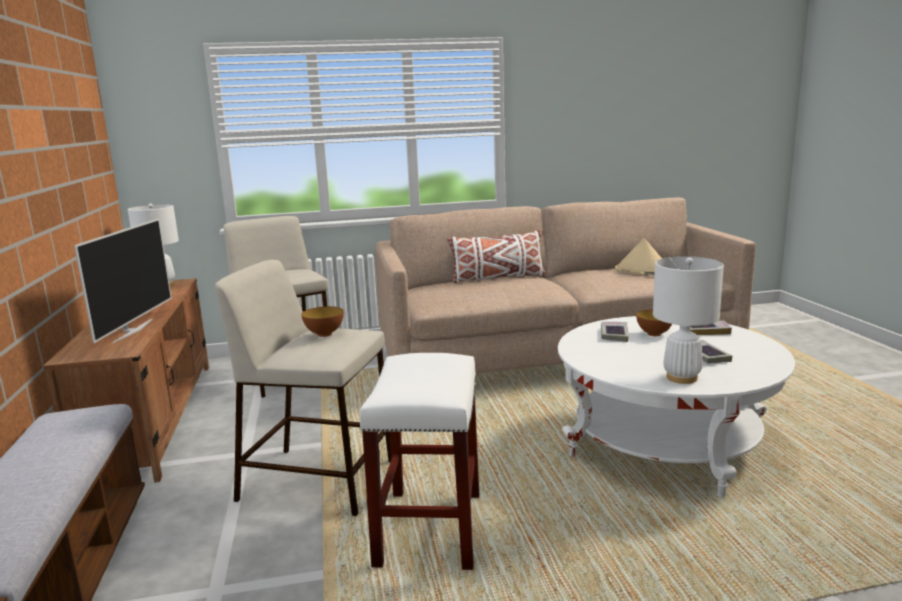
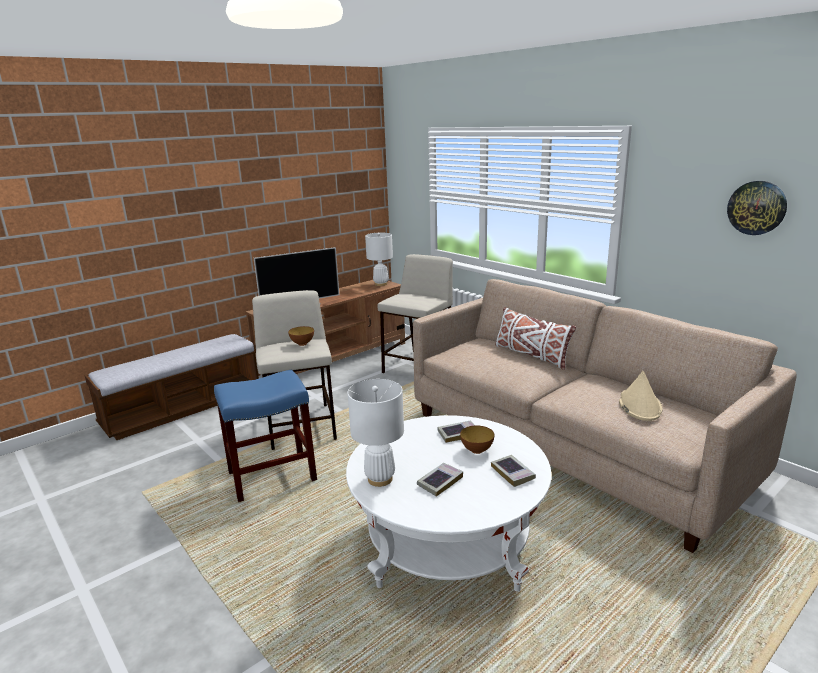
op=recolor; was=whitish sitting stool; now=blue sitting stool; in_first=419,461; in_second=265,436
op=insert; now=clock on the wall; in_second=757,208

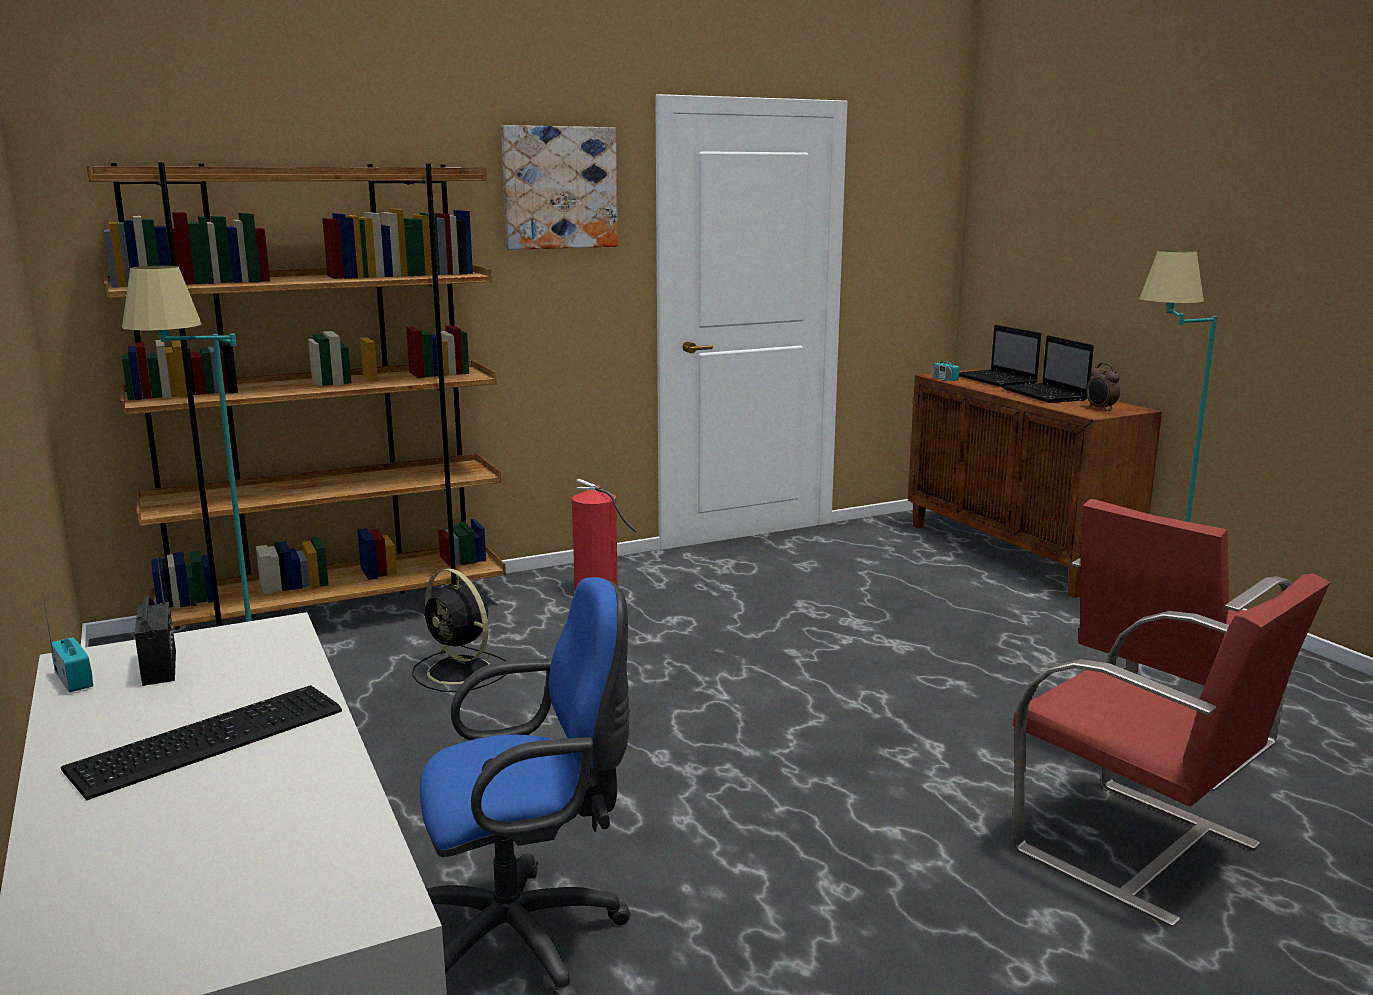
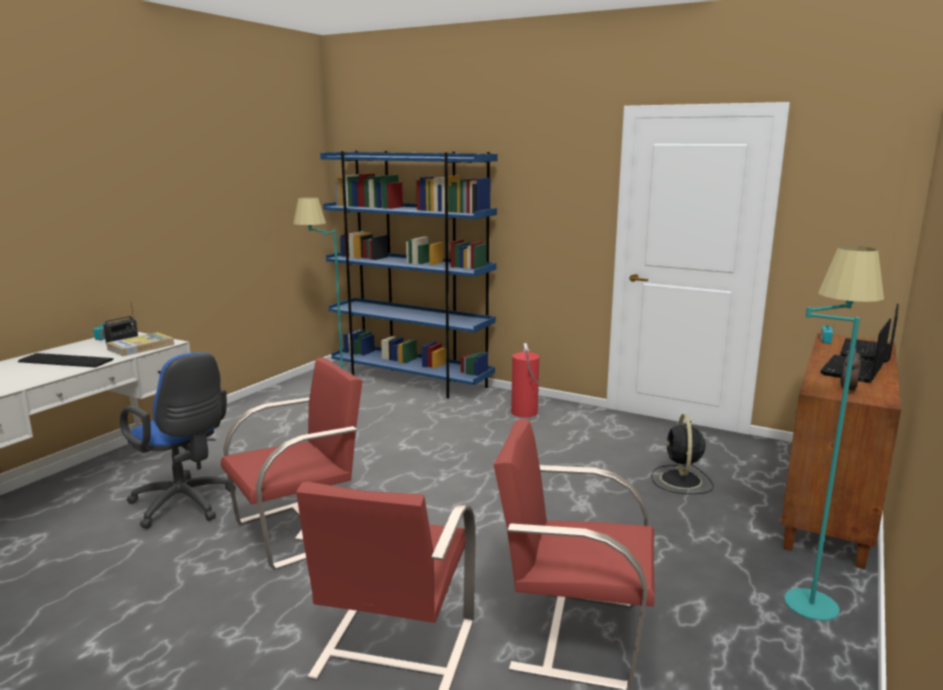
op=recolor; was=brownish shelving unit; now=blue shelving unit; in_first=296,395; in_second=409,275
op=move; was=black fan; in_first=459,630; in_second=682,454
op=delete; was=picture; in_first=559,187
op=insert; now=book; in_second=140,344
op=insert; now=red-coloured upright chair; in_second=292,464

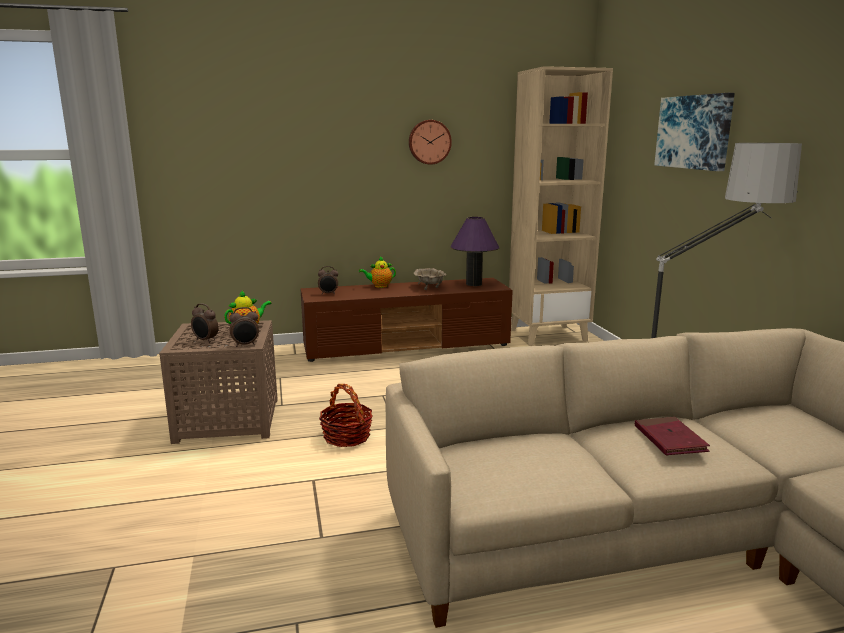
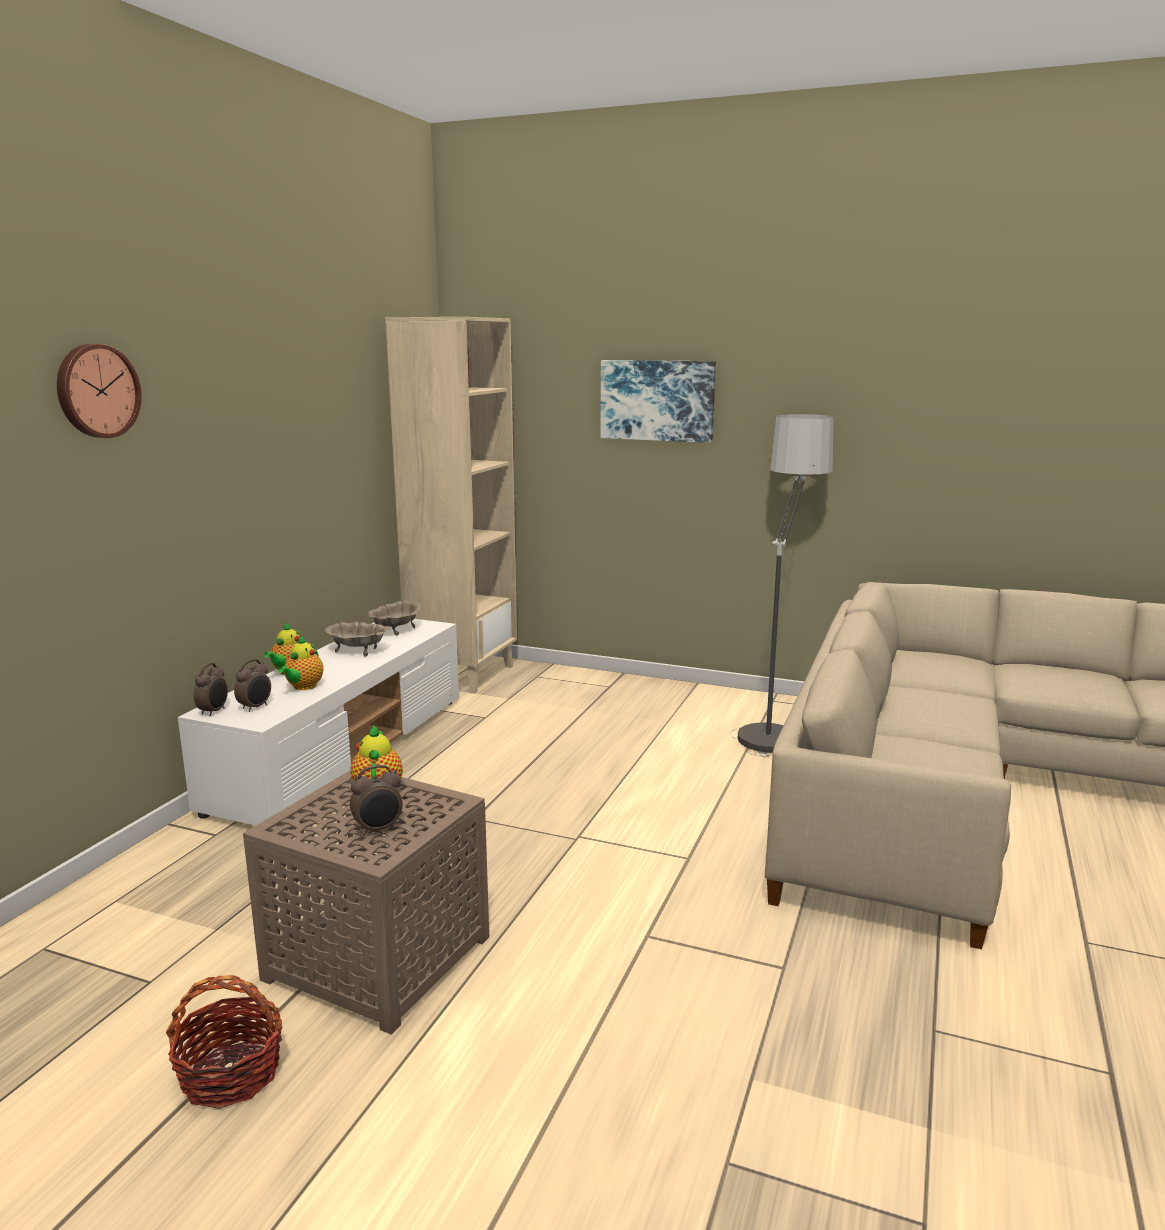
op=move; was=alarm clock; in_first=244,327; in_second=211,689
op=recolor; was=brownish tv unit; now=whitish tv unit; in_first=406,320; in_second=318,722
op=move; was=basket; in_first=346,415; in_second=224,1042
op=move; was=clock on the wall; in_first=430,142; in_second=99,391
op=replace; was=purple tabletop lamp; now=beige-coloured serving bowl; in_first=475,251; in_second=394,618
op=delete; was=red-coloured book; in_first=672,436
op=insert; now=teapot; in_second=300,663

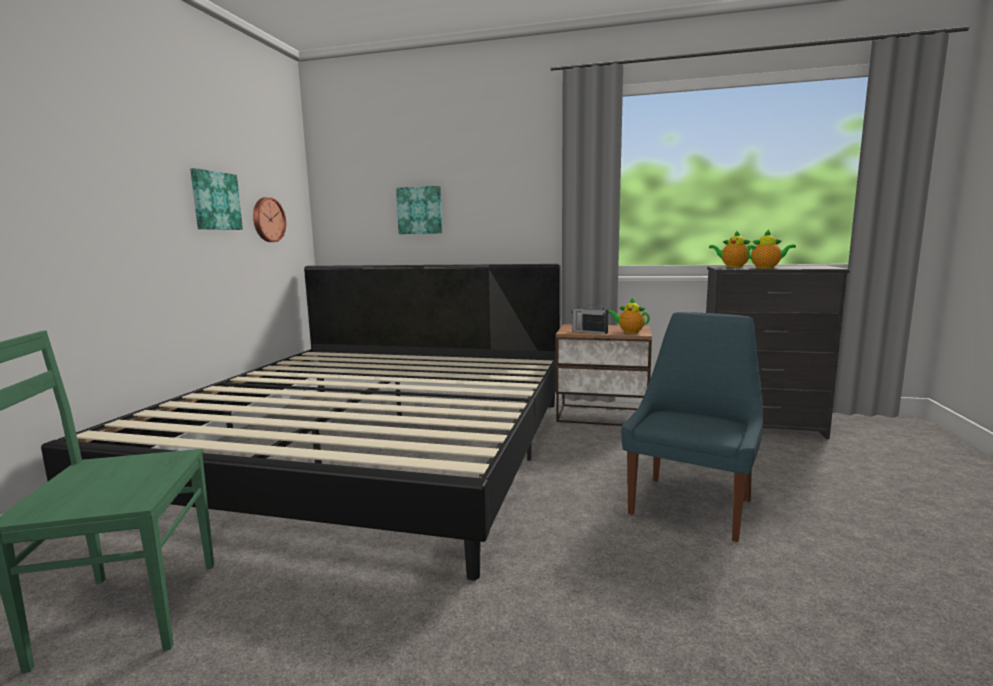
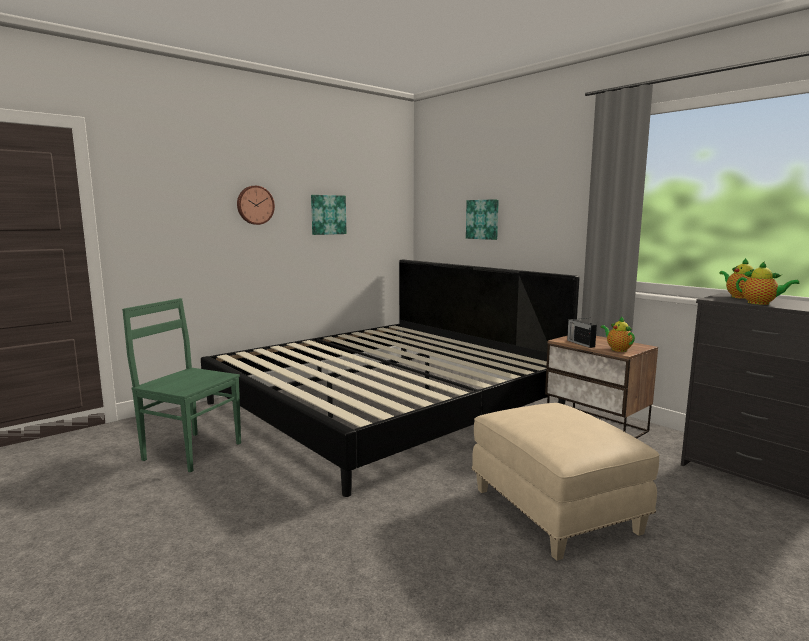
op=move; was=clock on the wall; in_first=269,219; in_second=256,205
op=replace; was=blue upright chair; now=beige-coloured pouffe; in_first=692,427; in_second=566,482

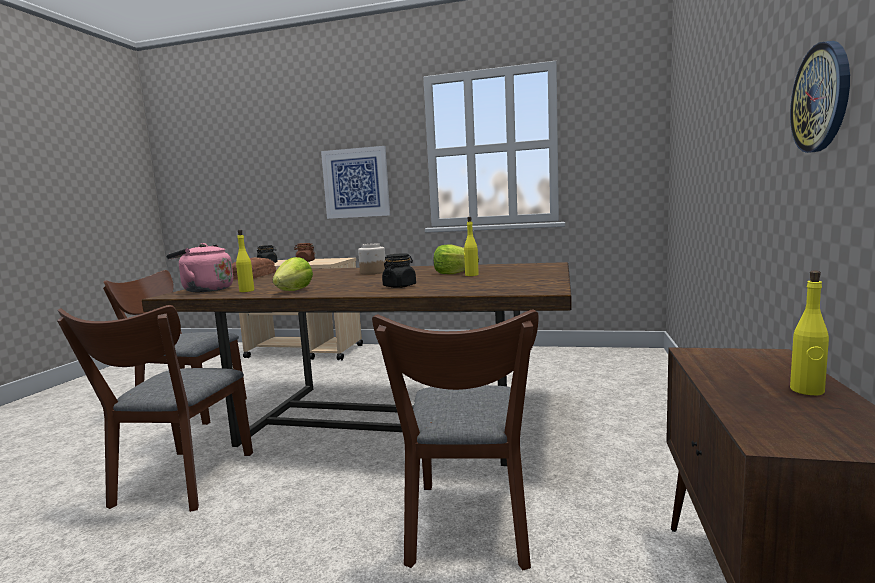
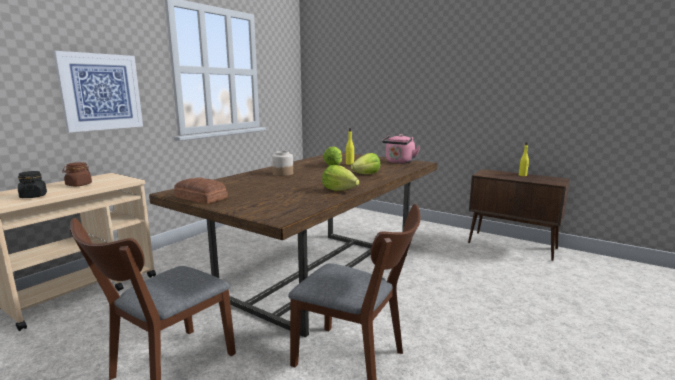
op=move; was=pink tea kettle; in_first=199,267; in_second=401,149
op=delete; was=yellowish bottle; in_first=245,261
op=delete; was=brownish upright chair; in_first=455,440
op=replace; was=black storage jar; now=lettuce head; in_first=399,270; in_second=365,163
op=delete; was=clock on the wall; in_first=820,97

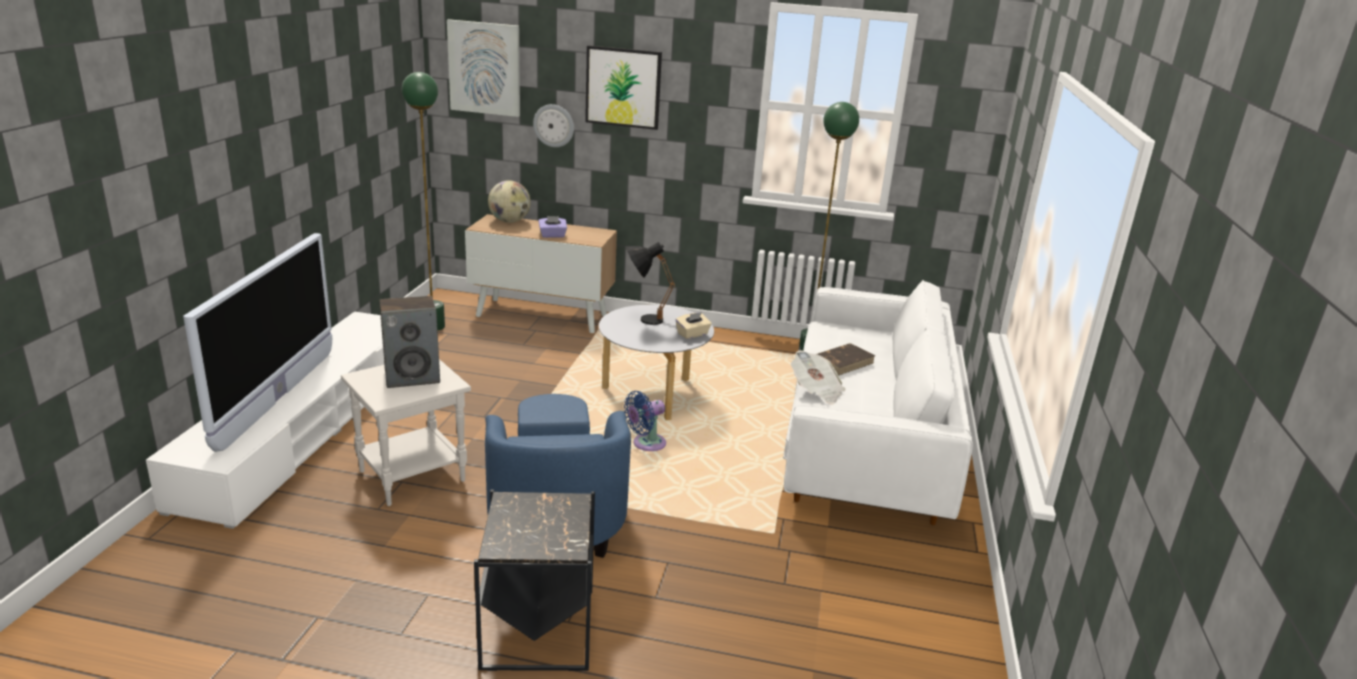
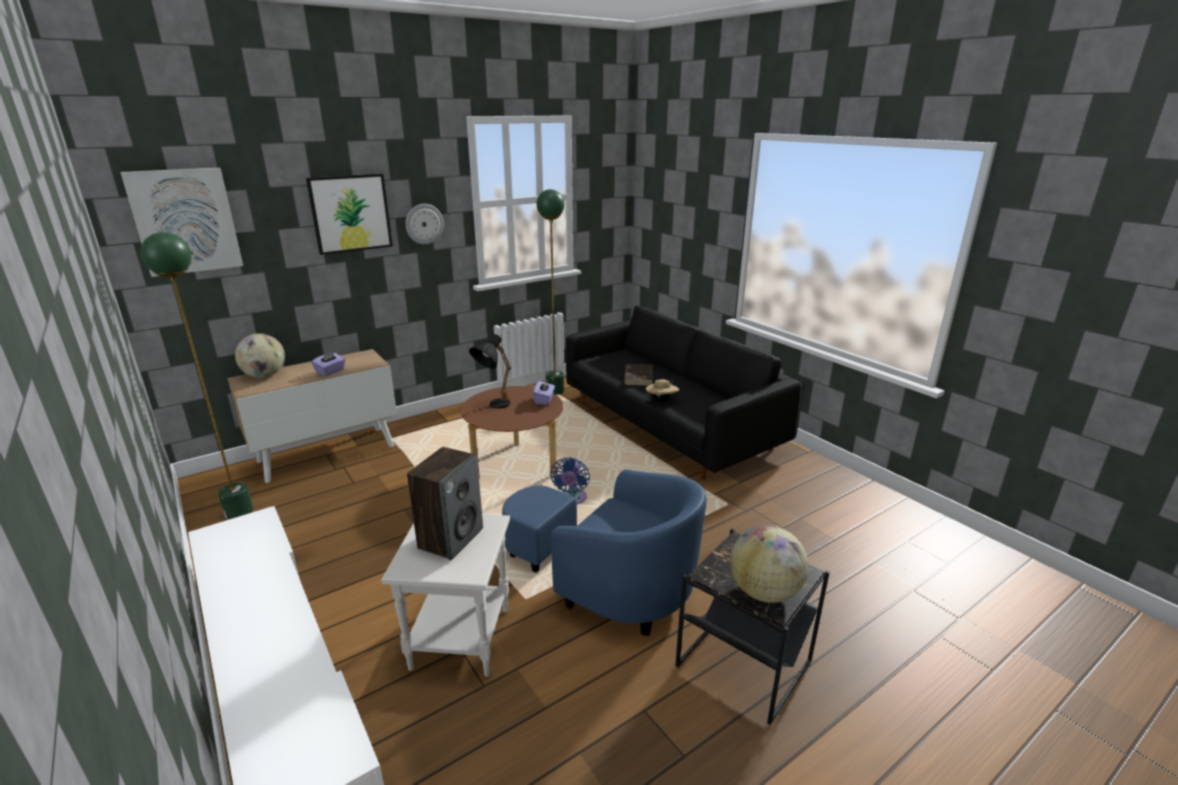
op=delete; was=television; in_first=257,342
op=move; was=clock on the wall; in_first=553,125; in_second=424,224
op=recolor; was=gray low table; now=brownish low table; in_first=656,362; in_second=512,432
op=recolor; was=beige-coloured tissue box; now=purple tissue box; in_first=694,325; in_second=544,392
op=recolor; was=whitish couch; now=black couch; in_first=878,402; in_second=685,393
op=replace; was=daily paper; now=beige-coloured clothing hat; in_first=818,377; in_second=662,390
op=insert; now=globe; in_second=769,564

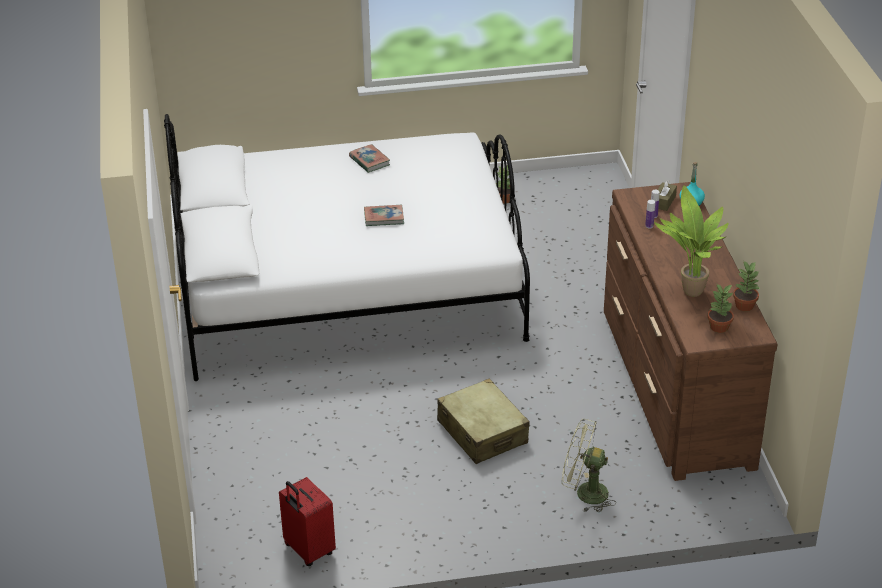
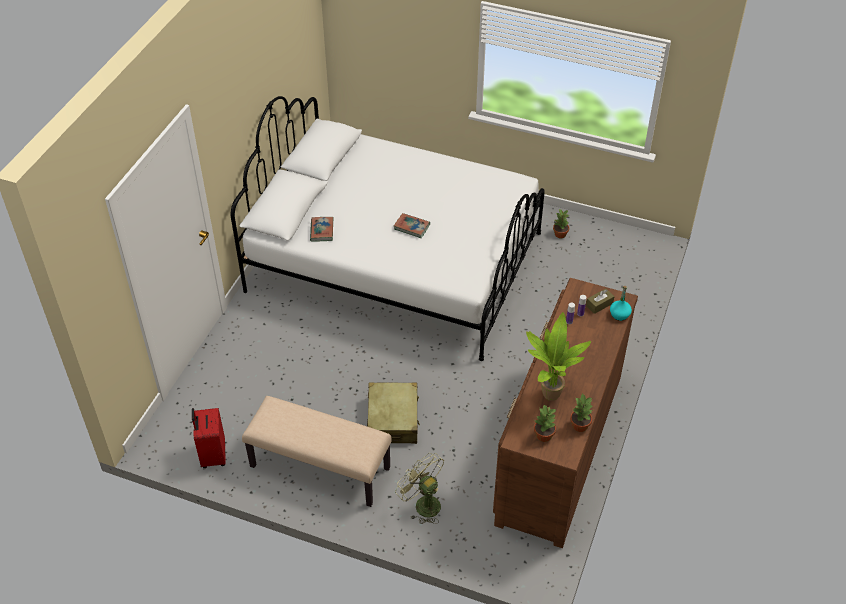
op=move; was=book; in_first=369,158; in_second=321,229
op=insert; now=beige-coloured long seat; in_second=317,451

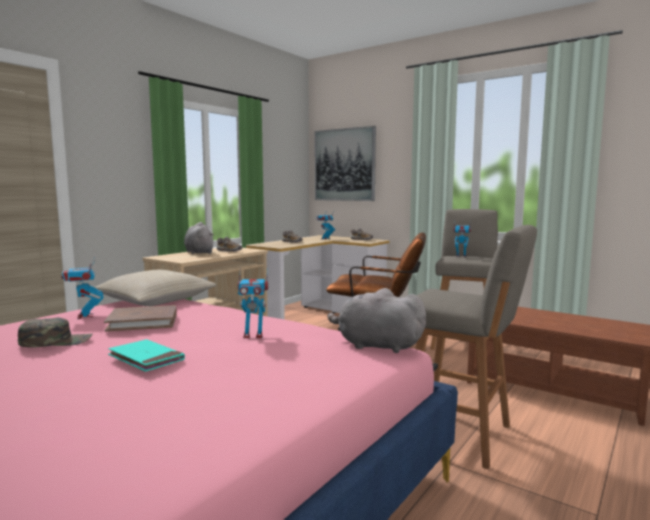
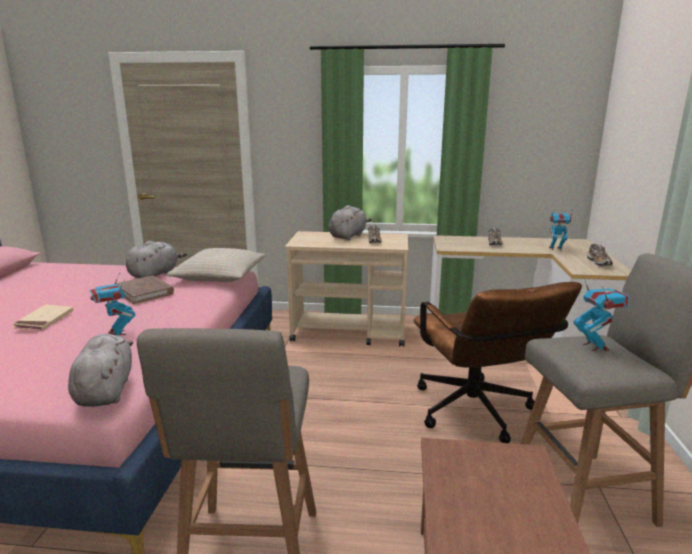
op=delete; was=green peaked cap; in_first=55,332
op=replace; was=robot figure; now=gray soft toy; in_first=82,288; in_second=156,259
op=recolor; was=turquoise book; now=beige-coloured book; in_first=146,355; in_second=43,318
op=delete; was=picture; in_first=345,163

